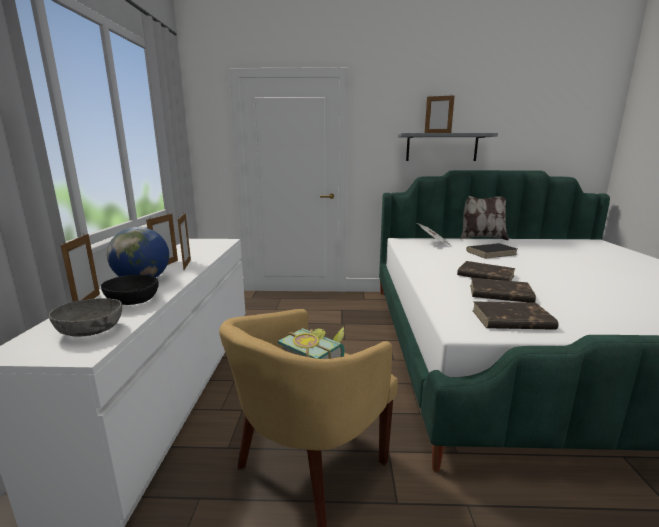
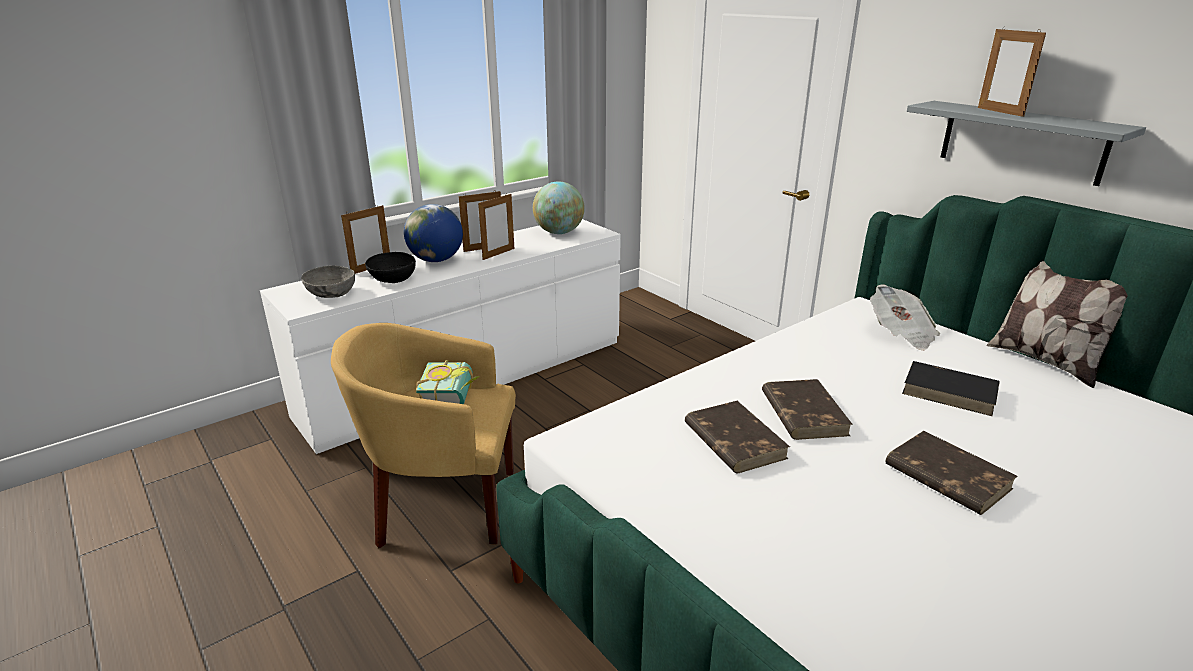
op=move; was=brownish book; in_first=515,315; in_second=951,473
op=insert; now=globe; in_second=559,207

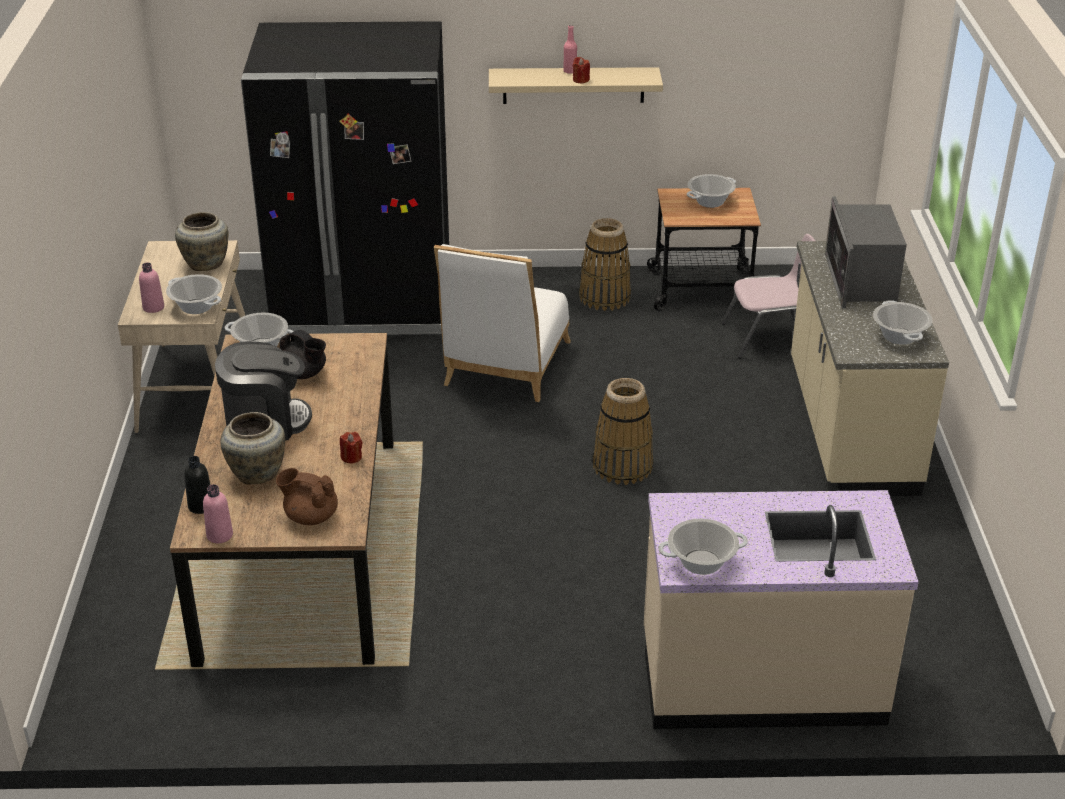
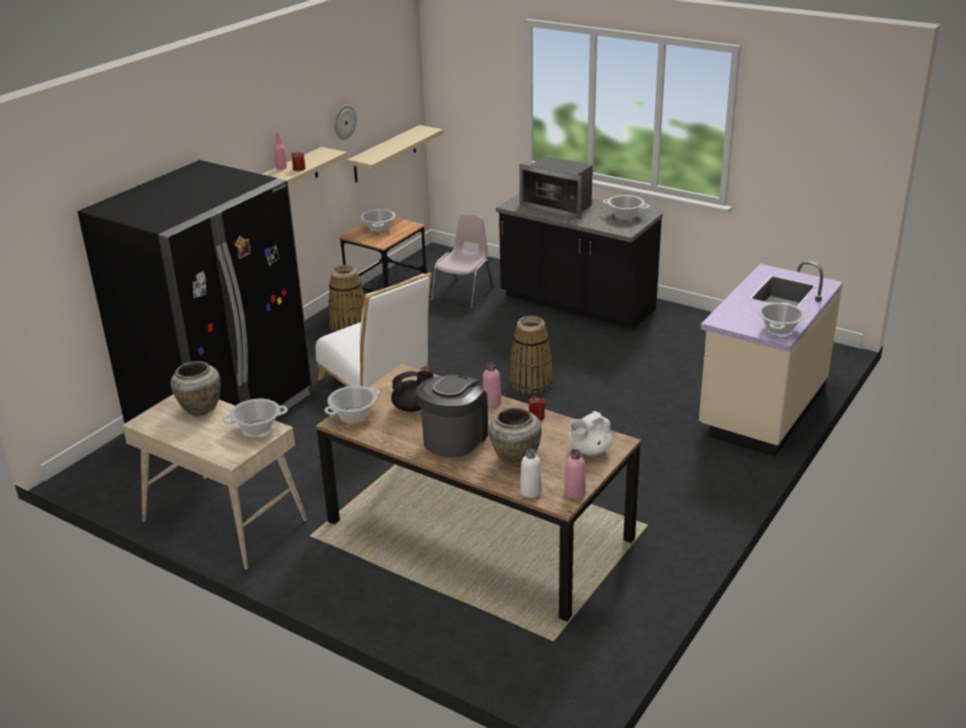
op=move; was=pink bottle; in_first=151,287; in_second=492,385
op=recolor; was=black bottle; now=whitish bottle; in_first=197,485; in_second=531,473
op=recolor; was=brownish teapot; now=whitish teapot; in_first=307,496; in_second=590,433
op=recolor; was=beige-coloured kitchen counter; now=black kitchen counter; in_first=870,368; in_second=579,261
op=insert; now=clock on the wall; in_second=345,122
op=insert; now=beige-coloured shelf; in_second=395,153

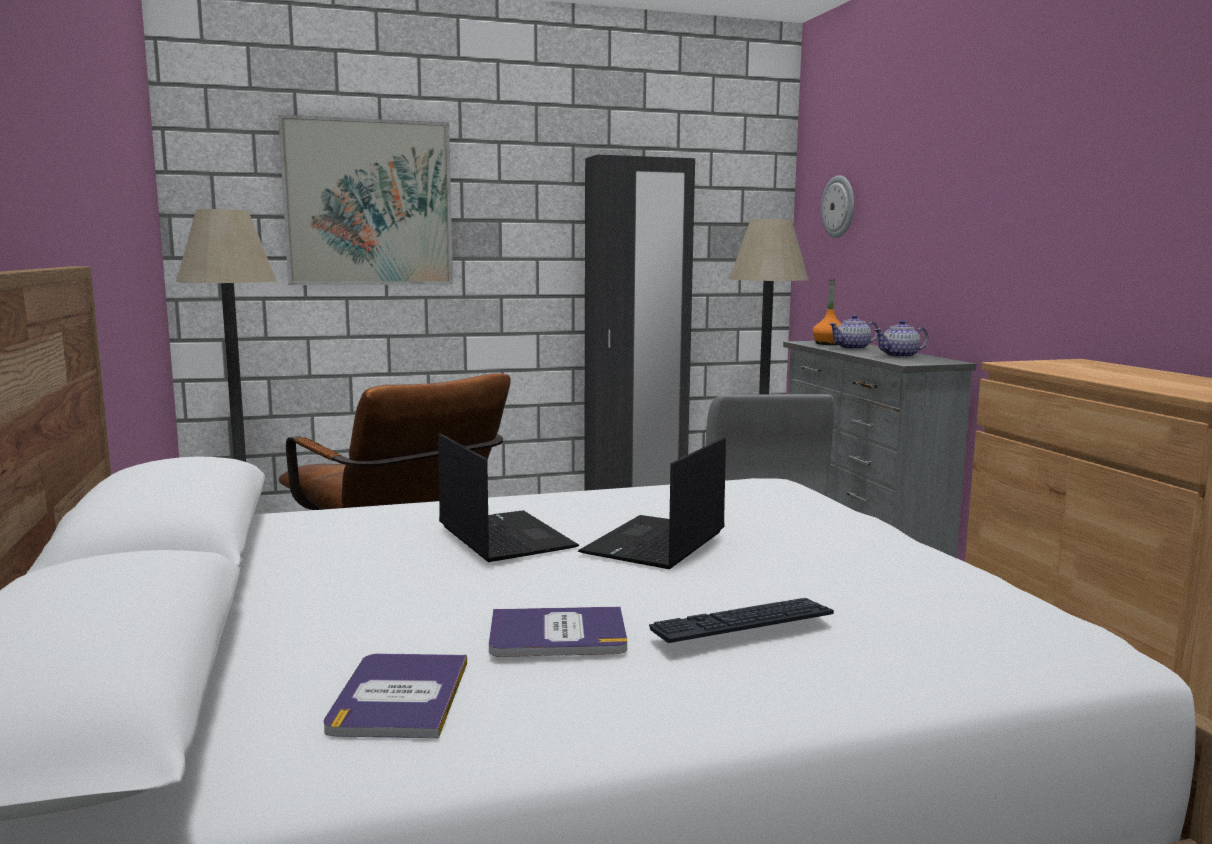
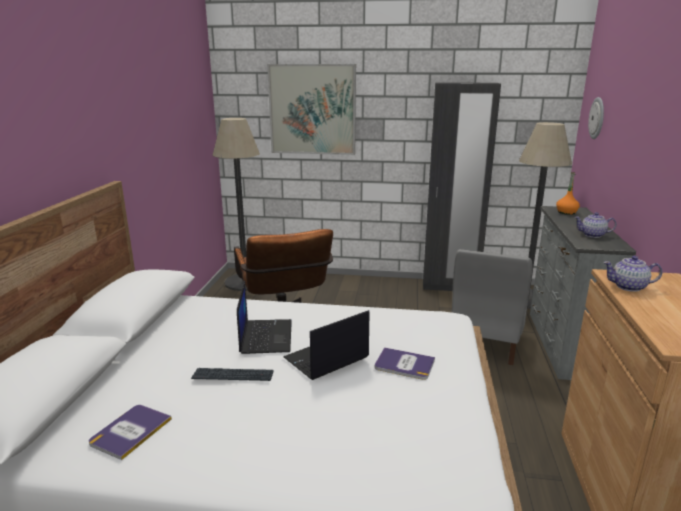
op=move; was=book; in_first=558,632; in_second=404,363
op=move; was=computer keyboard; in_first=741,620; in_second=232,374
op=move; was=teapot; in_first=853,332; in_second=633,274

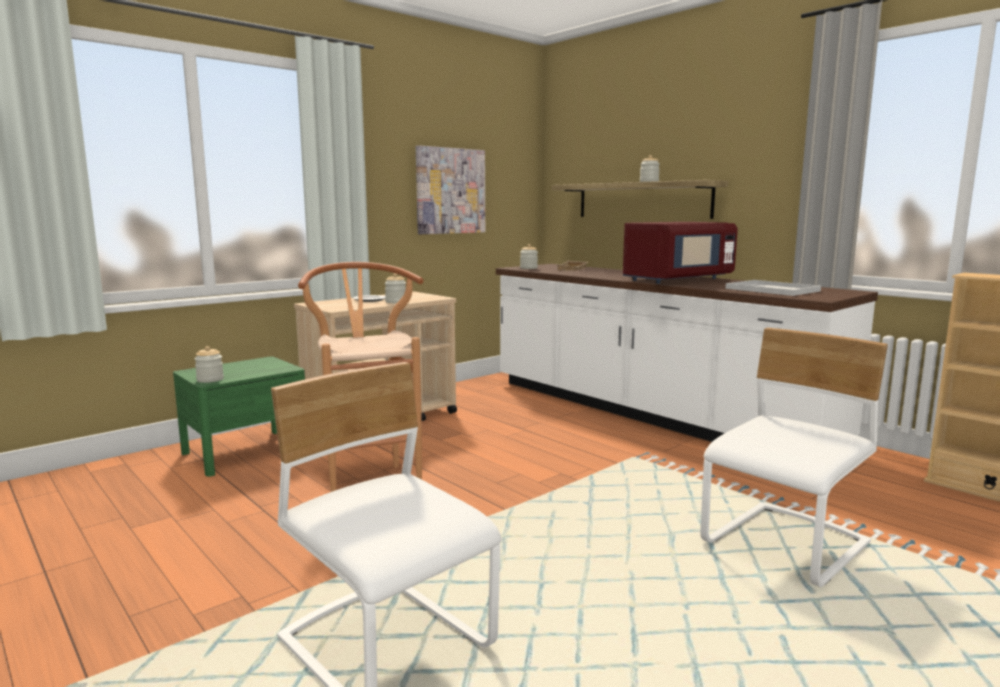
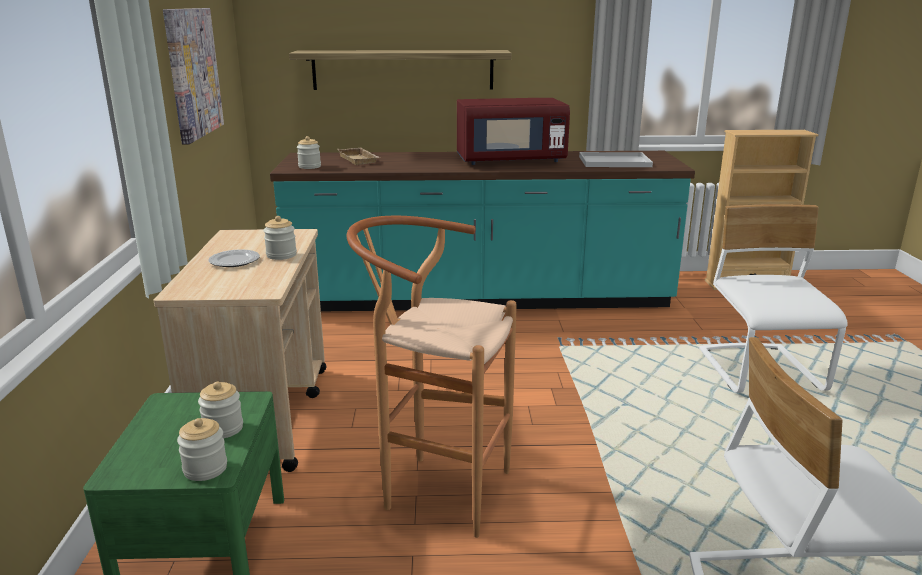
op=recolor; was=whitish kitchen counter; now=turquoise kitchen counter; in_first=687,353; in_second=482,231
op=rotate; was=red-coloured kitchen microwave; in_first=680,253; in_second=513,131; clockwise=75
op=move; was=storage jar; in_first=650,168; in_second=220,410

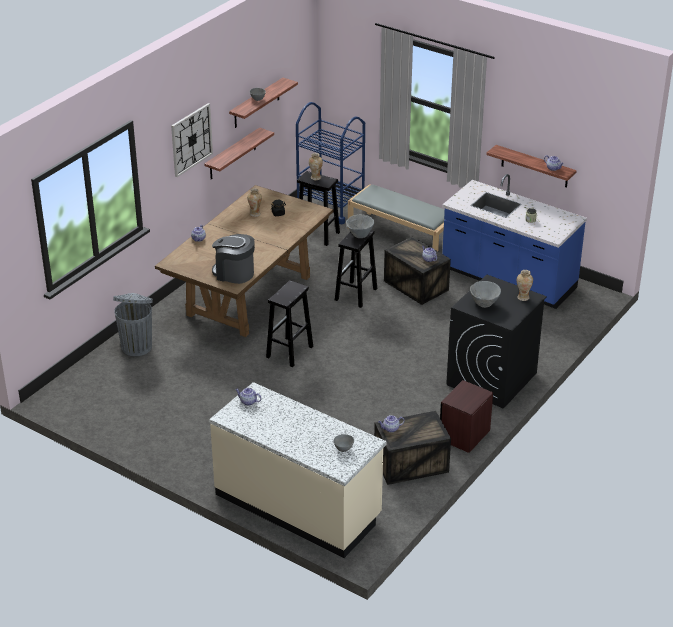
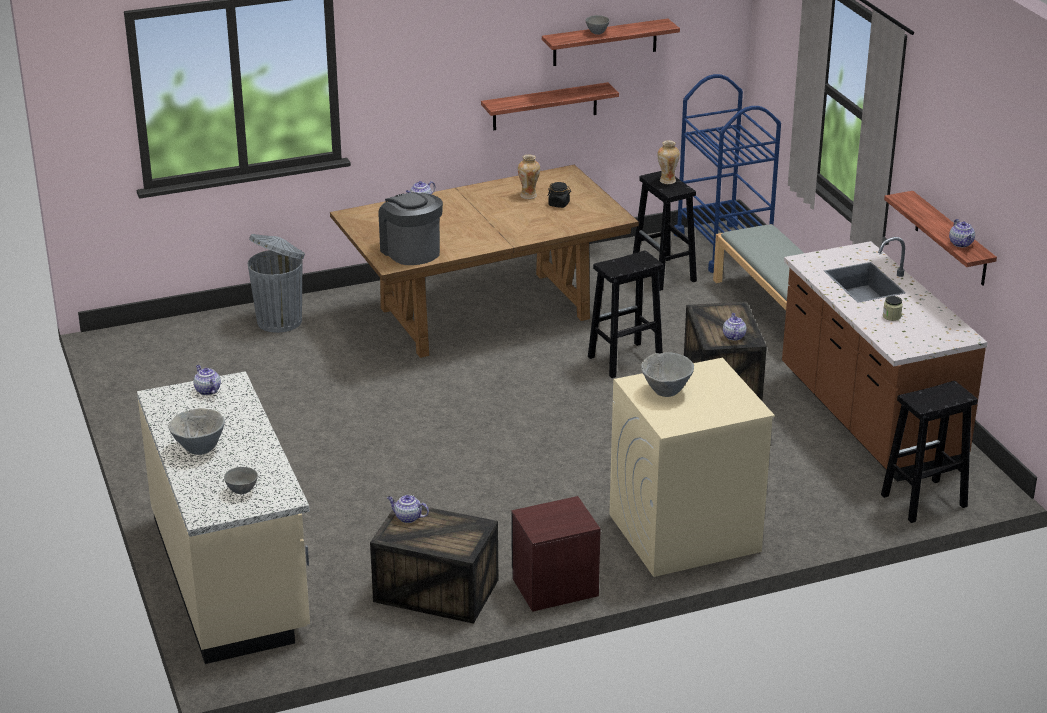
op=delete; was=clock on the wall; in_first=192,140
op=move; was=black sitting stool; in_first=289,323; in_second=929,452
op=move; was=gray serving bowl; in_first=360,226; in_second=196,431
op=recolor; was=blue kitchen counter; now=brownish kitchen counter; in_first=514,241; in_second=885,359
op=recolor; was=black laundry machine; now=beige-coloured laundry machine; in_first=496,342; in_second=692,467
op=delete; was=flower vase; in_first=525,285

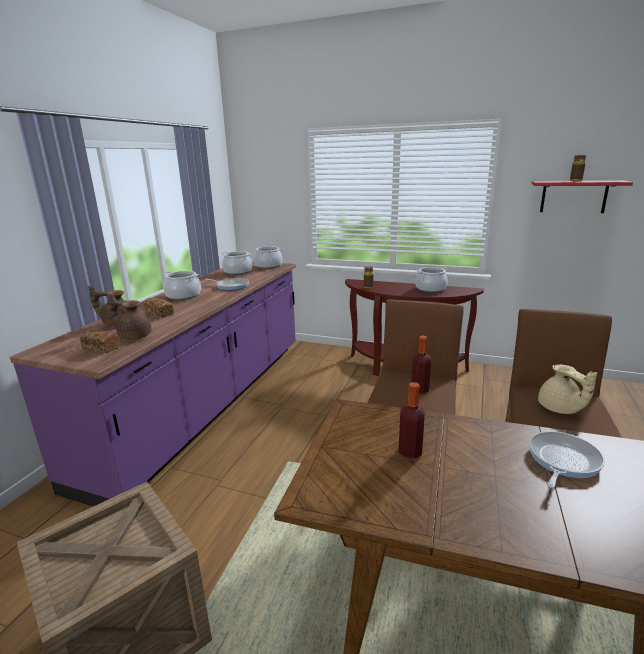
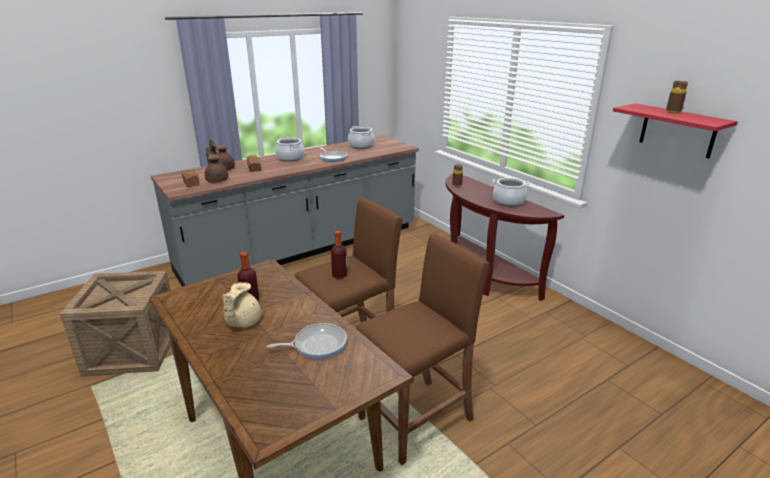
op=recolor; was=purple kitchen counter; now=gray kitchen counter; in_first=153,383; in_second=285,211
op=delete; was=stockpot; in_first=268,257
op=move; was=beige-coloured teapot; in_first=567,389; in_second=242,305

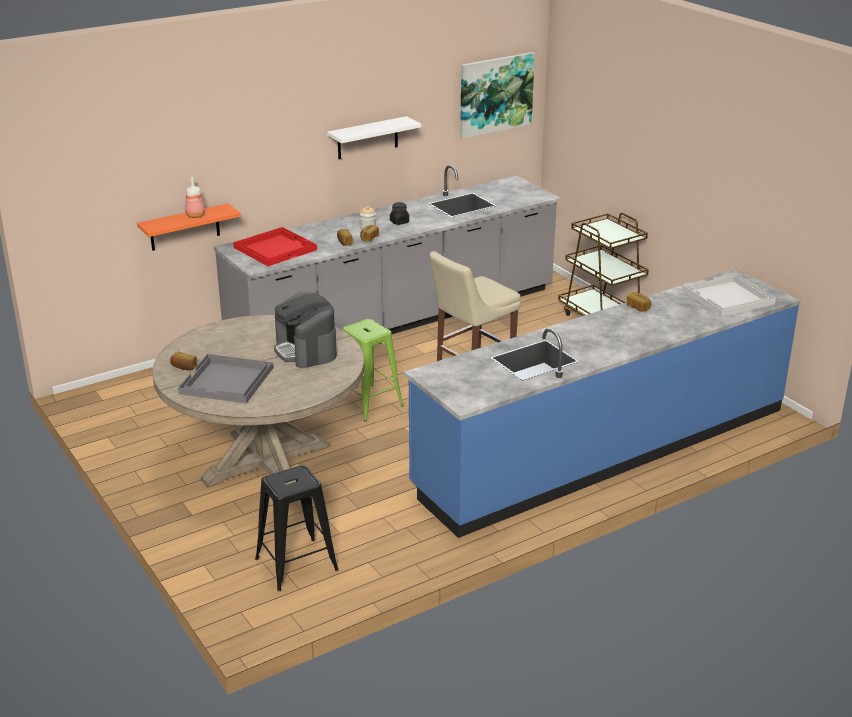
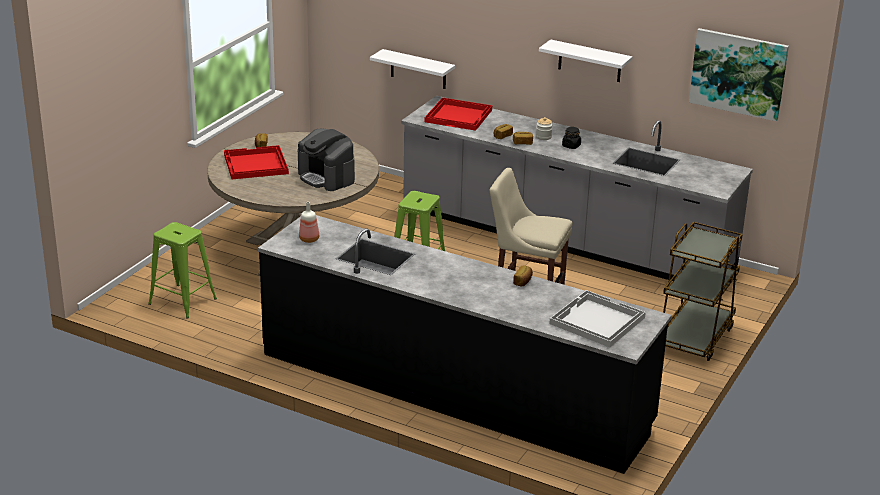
op=recolor; was=orangey shelf; now=whitish shelf; in_first=189,227; in_second=412,69
op=recolor; was=gray serving tray; now=red-coloured serving tray; in_first=225,379; in_second=256,162
op=move; was=bottle; in_first=195,197; in_second=309,222
op=recolor; was=black sitting stool; now=green sitting stool; in_first=297,528; in_second=182,270
op=rotate; was=coffee maker; in_first=305,329; in_second=326,160; clockwise=-75
op=recolor; was=blue kitchen counter; now=black kitchen counter; in_first=602,403; in_second=465,344

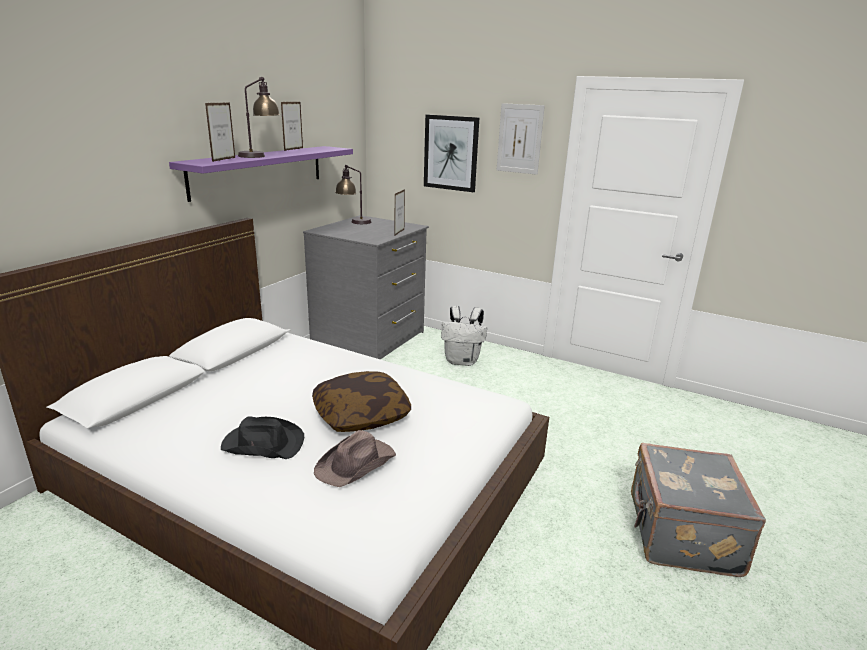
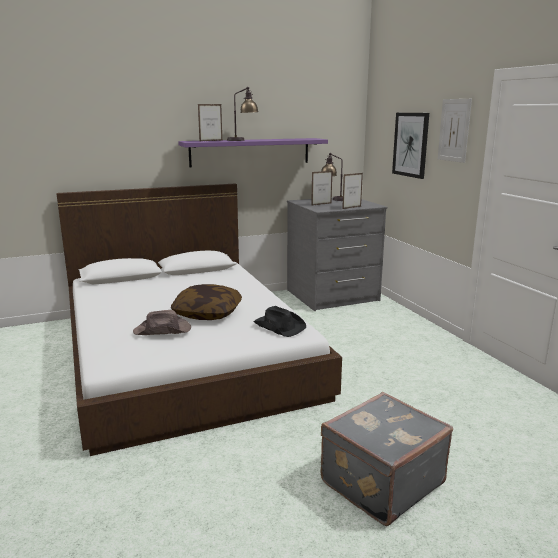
op=move; was=black clothing hat; in_first=262,437; in_second=279,321
op=move; was=standing frame; in_first=292,126; in_second=321,188
op=delete; was=whitish rucksack; in_first=464,336

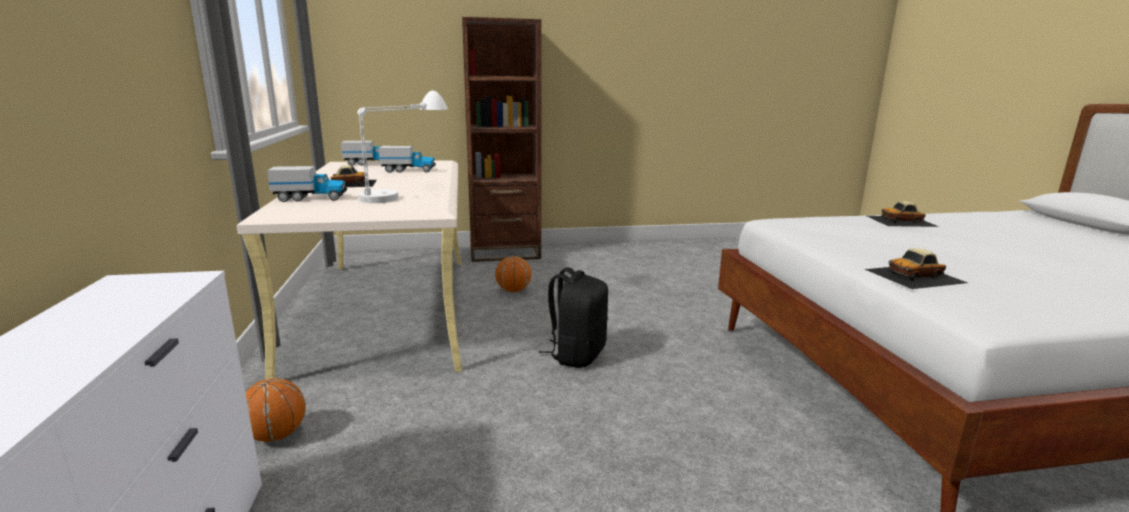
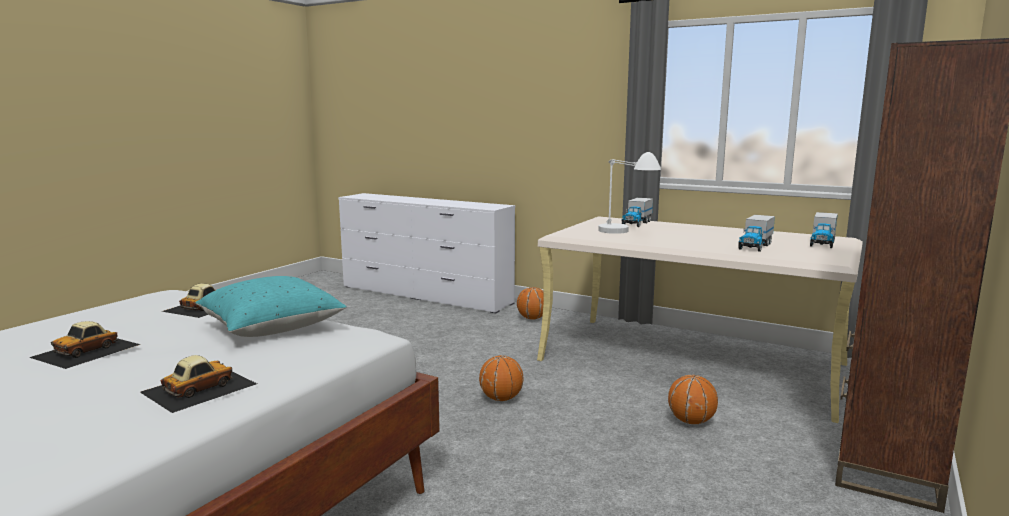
op=move; was=model car; in_first=353,176; in_second=85,345
op=replace; was=black rucksack; now=basketball; in_first=573,317; in_second=501,378
op=insert; now=turquoise cushion; in_second=271,306

